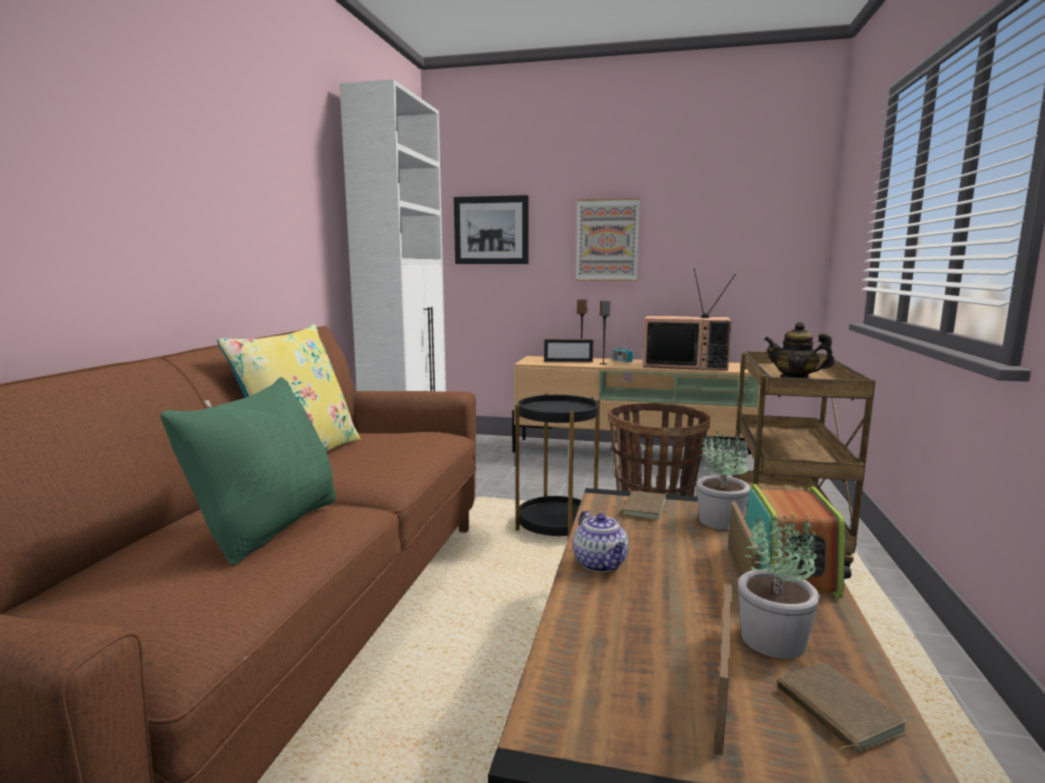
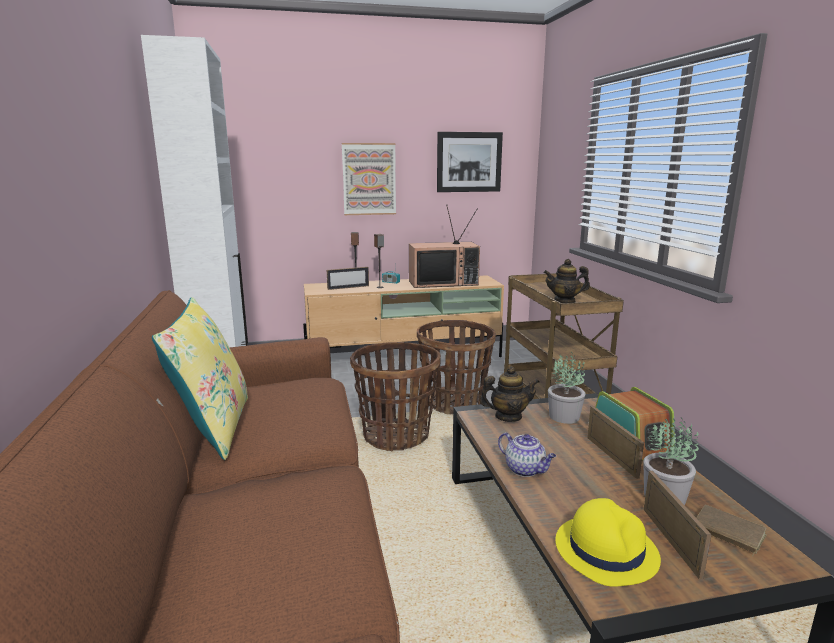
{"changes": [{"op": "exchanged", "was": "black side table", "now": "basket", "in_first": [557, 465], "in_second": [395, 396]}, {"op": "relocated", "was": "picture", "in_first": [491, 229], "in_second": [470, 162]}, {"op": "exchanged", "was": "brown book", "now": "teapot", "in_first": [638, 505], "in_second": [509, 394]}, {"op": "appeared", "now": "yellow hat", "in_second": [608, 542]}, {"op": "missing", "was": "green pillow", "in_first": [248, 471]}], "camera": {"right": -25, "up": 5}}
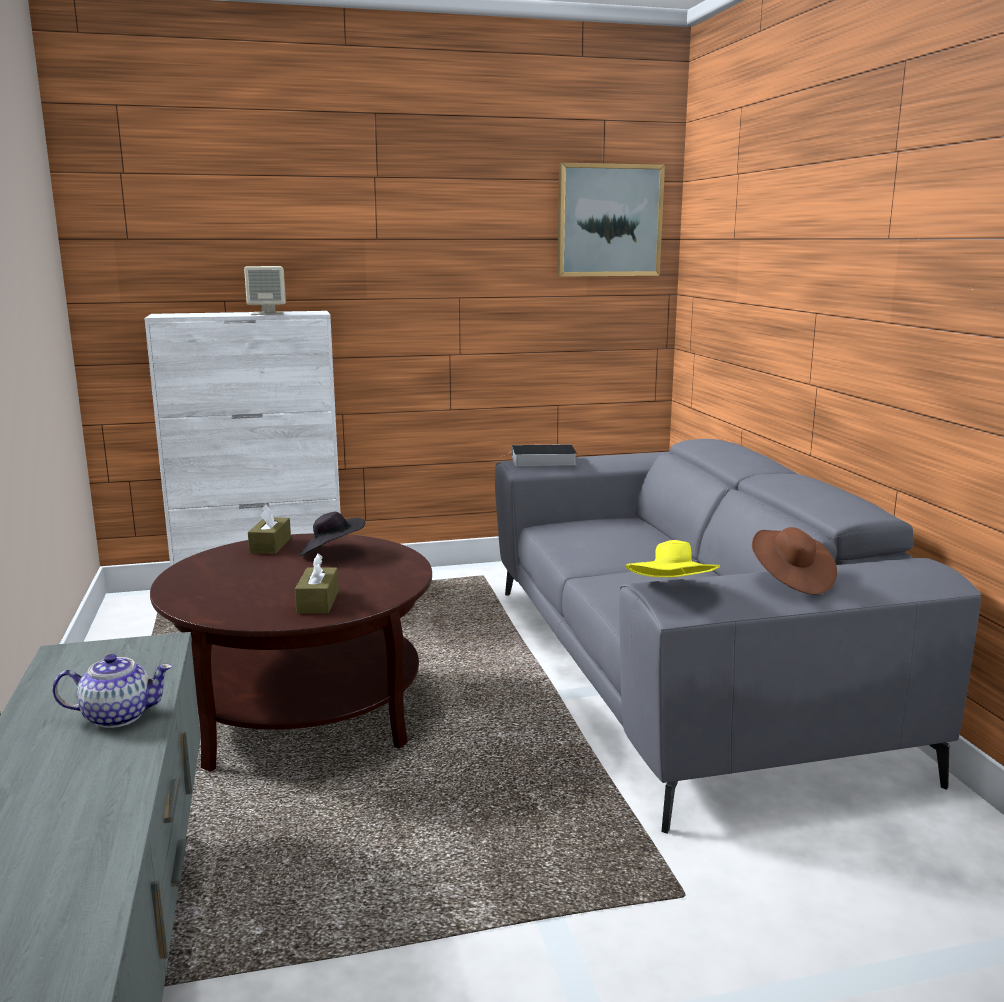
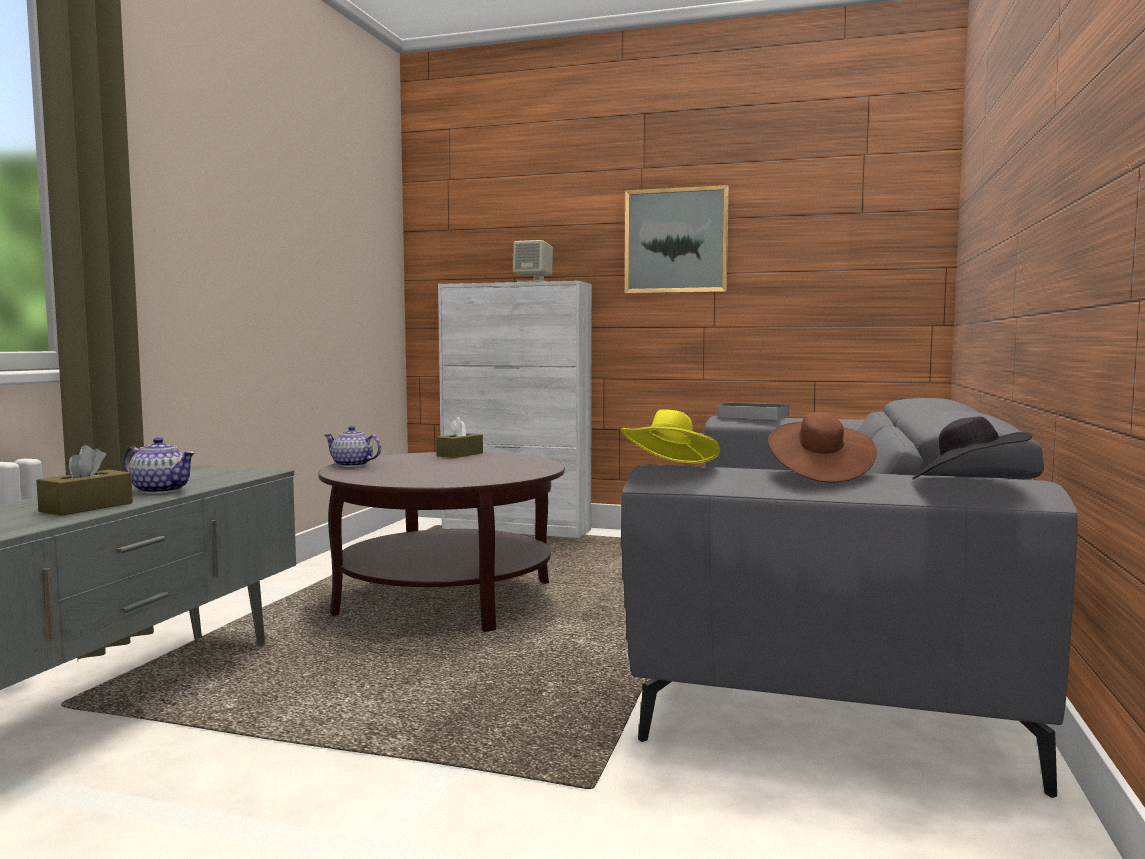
{"changes": [{"op": "relocated", "was": "brown tissue box", "in_first": [317, 583], "in_second": [84, 480]}, {"op": "appeared", "now": "teapot", "in_second": [352, 446]}, {"op": "relocated", "was": "picture", "in_first": [611, 220], "in_second": [677, 239]}, {"op": "relocated", "was": "black hat", "in_first": [332, 534], "in_second": [972, 448]}], "camera": {"right": 30, "up": -10}}
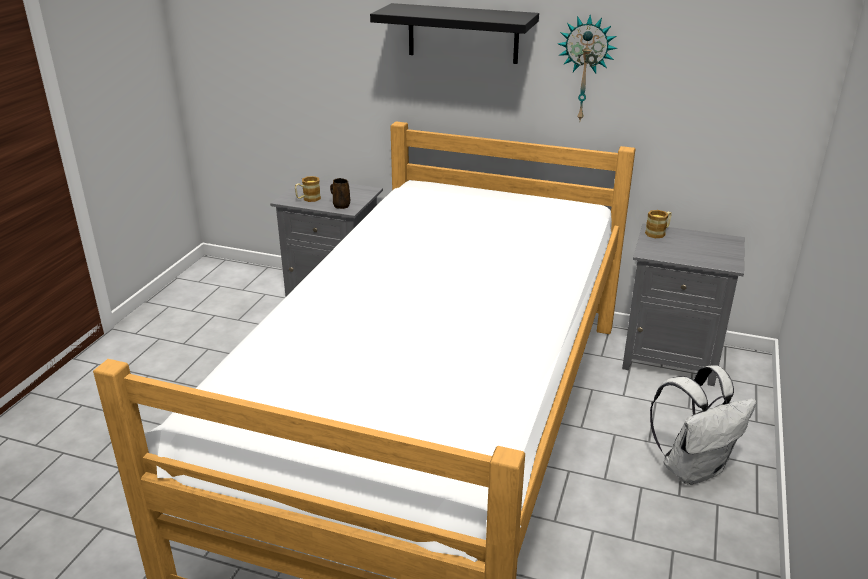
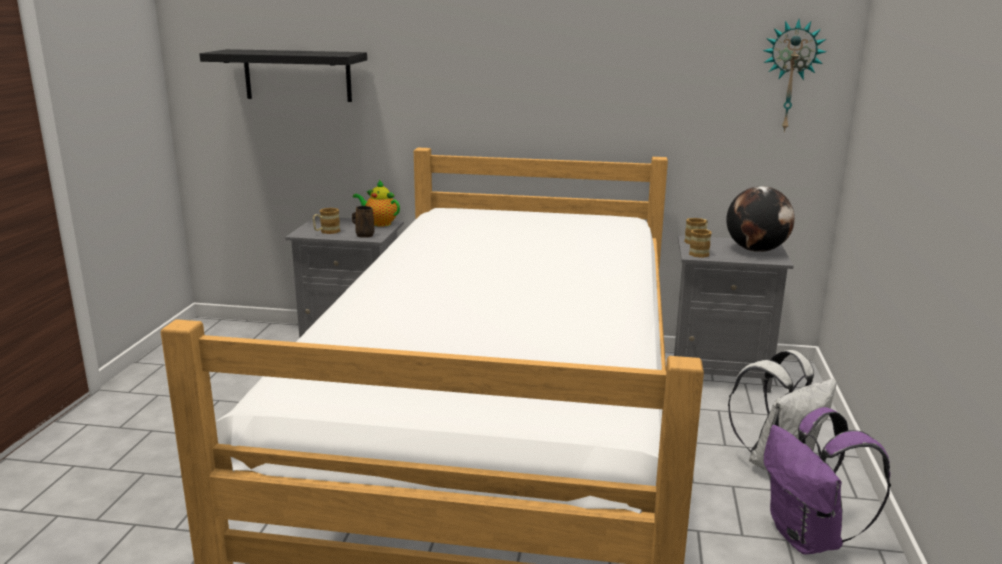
{"changes": [{"op": "relocated", "was": "black shelf", "in_first": [454, 33], "in_second": [283, 75]}, {"op": "appeared", "now": "teapot", "in_second": [376, 203]}, {"op": "appeared", "now": "mug", "in_second": [700, 243]}, {"op": "appeared", "now": "globe", "in_second": [760, 219]}, {"op": "relocated", "was": "wall clock", "in_first": [587, 69], "in_second": [794, 75]}, {"op": "appeared", "now": "purple backpack", "in_second": [827, 481]}], "camera": {"right": -10, "up": -10}}
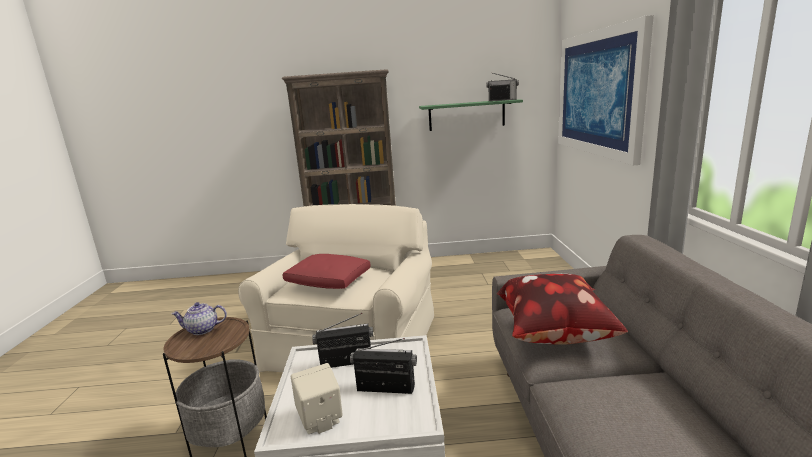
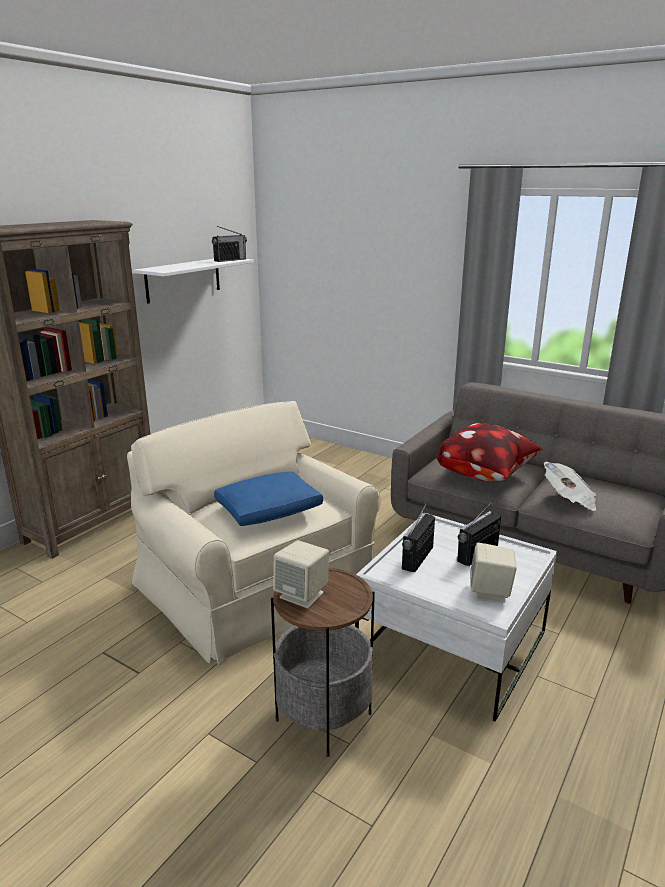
{"changes": [{"op": "colour", "was": "green shelf", "now": "white shelf", "in_first": [471, 115], "in_second": [193, 281]}, {"op": "colour", "was": "red pillow", "now": "blue pillow", "in_first": [326, 271], "in_second": [268, 498]}, {"op": "exchanged", "was": "teapot", "now": "beige speaker", "in_first": [199, 318], "in_second": [301, 574]}, {"op": "appeared", "now": "newspaper", "in_second": [570, 486]}, {"op": "missing", "was": "picture", "in_first": [606, 90]}], "camera": {"right": -55, "up": 5}}
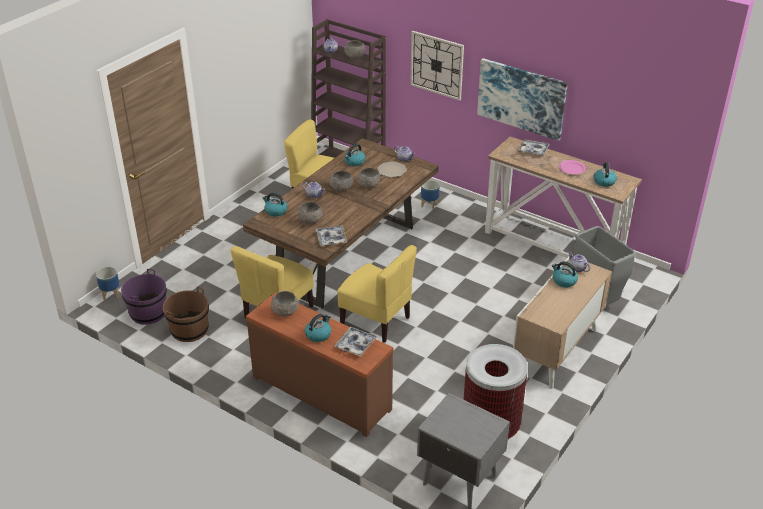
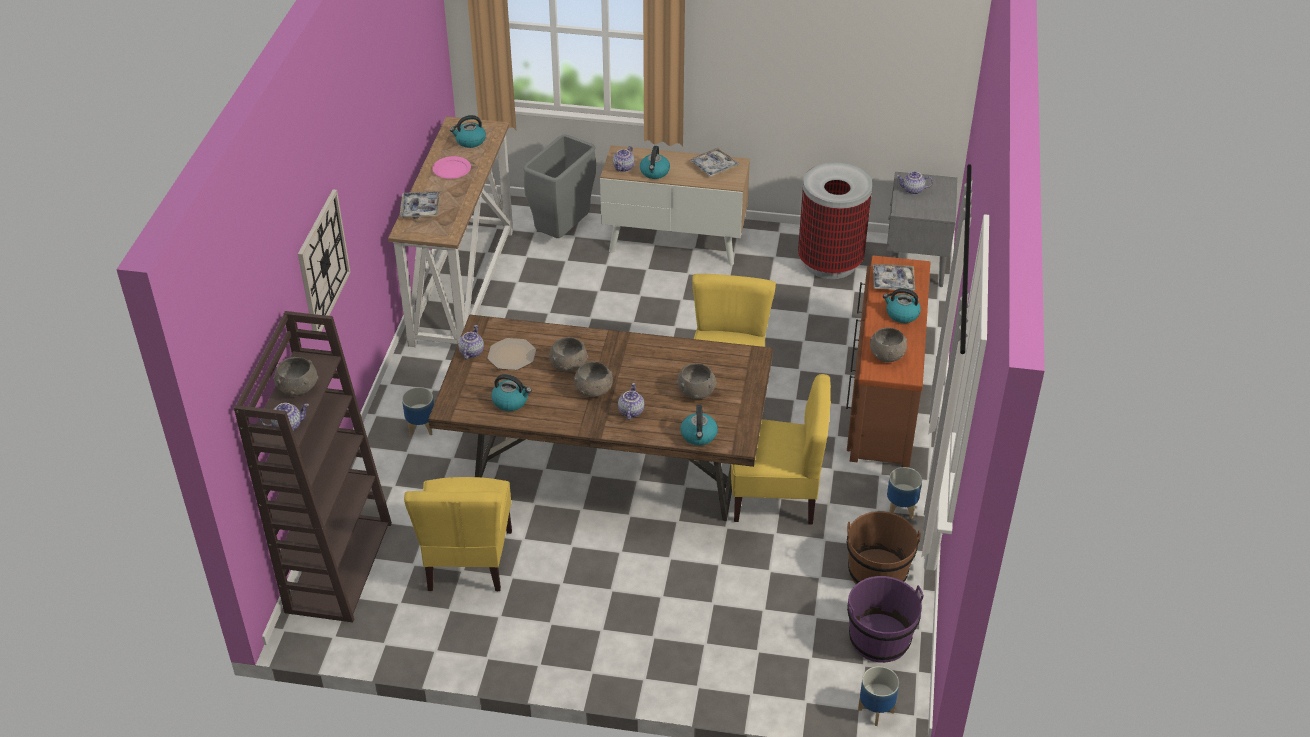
{"changes": [{"op": "relocated", "was": "tray", "in_first": [331, 235], "in_second": [714, 162]}, {"op": "appeared", "now": "planter", "in_second": [904, 493]}, {"op": "appeared", "now": "teapot", "in_second": [914, 183]}, {"op": "missing", "was": "picture", "in_first": [522, 99]}], "camera": {"right": -115, "up": 5}}
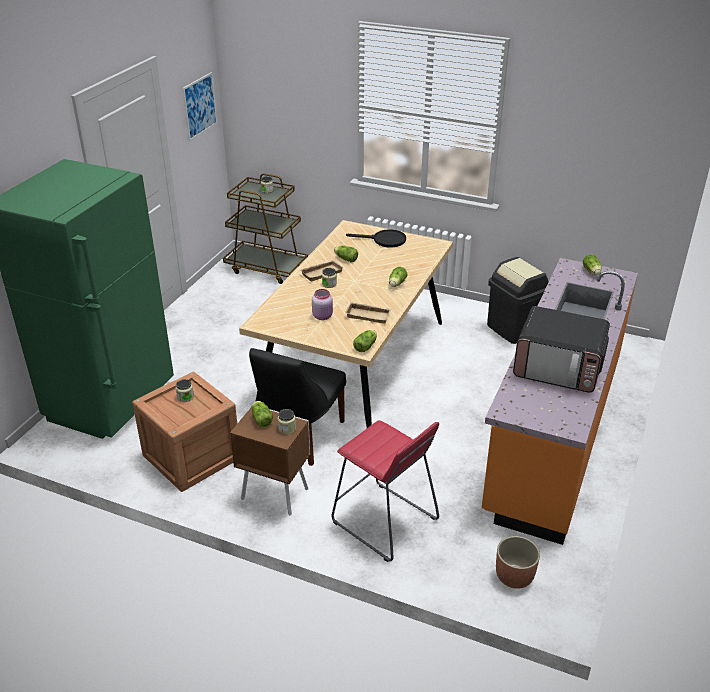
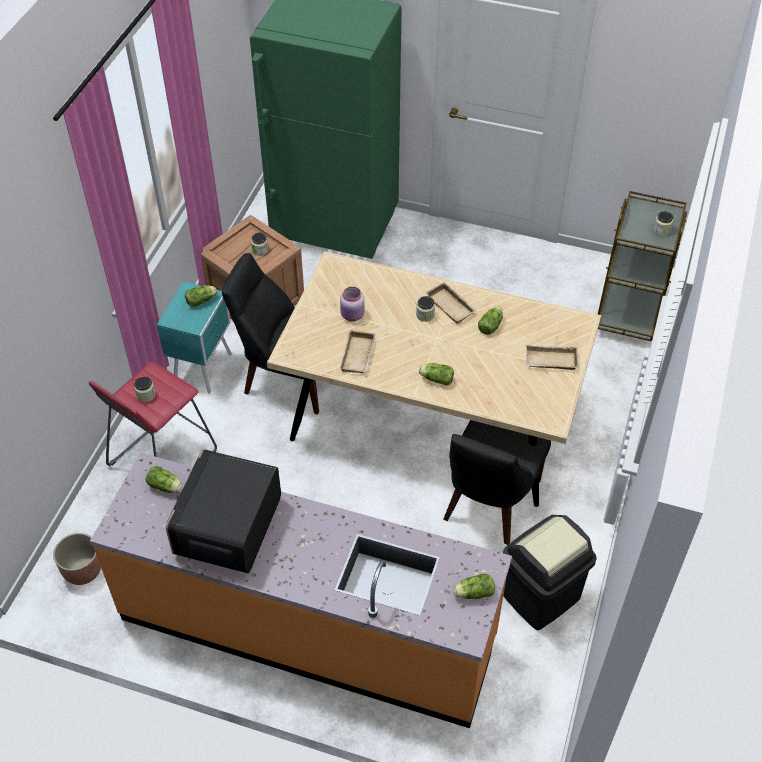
{"changes": [{"op": "relocated", "was": "jar", "in_first": [286, 421], "in_second": [145, 389]}, {"op": "relocated", "was": "lettuce", "in_first": [365, 341], "in_second": [164, 479]}, {"op": "colour", "was": "brown nightstand", "now": "turquoise nightstand", "in_first": [270, 460], "in_second": [194, 338]}, {"op": "appeared", "now": "black chair", "in_second": [497, 482]}, {"op": "exchanged", "was": "black frying pan", "now": "beige tray", "in_first": [376, 238], "in_second": [552, 357]}, {"op": "missing", "was": "picture", "in_first": [199, 106]}], "camera": {"right": 85, "up": 15}}
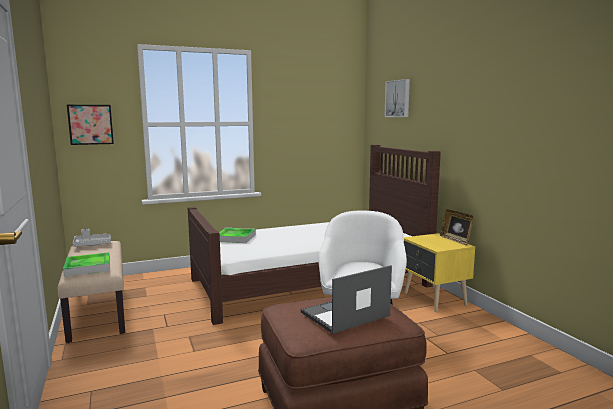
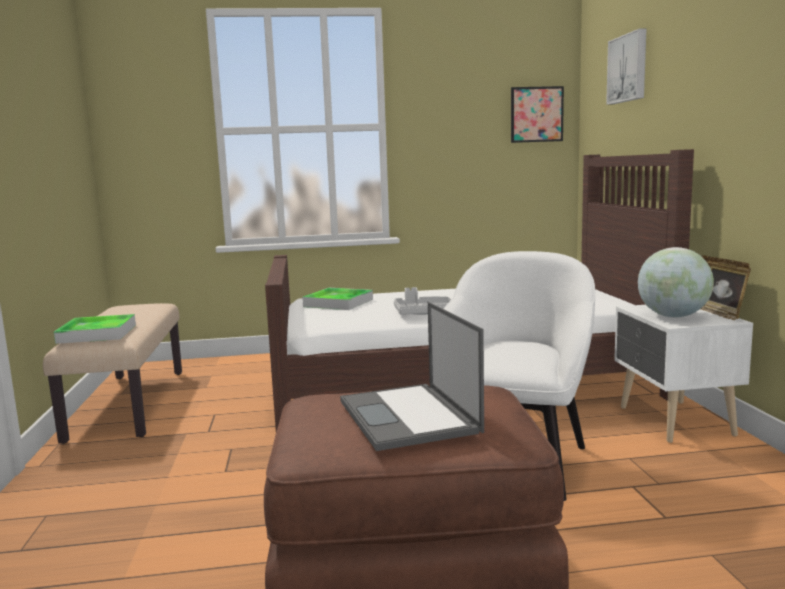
{"changes": [{"op": "spun", "was": "laptop", "in_first": [346, 299], "in_second": [412, 376], "clockwise": -90}, {"op": "relocated", "was": "grey tray", "in_first": [91, 238], "in_second": [422, 301]}, {"op": "relocated", "was": "picture", "in_first": [90, 125], "in_second": [537, 114]}, {"op": "colour", "was": "yellow nightstand", "now": "white nightstand", "in_first": [439, 272], "in_second": [683, 374]}, {"op": "appeared", "now": "globe", "in_second": [676, 282]}], "camera": {"right": 15, "up": 0}}
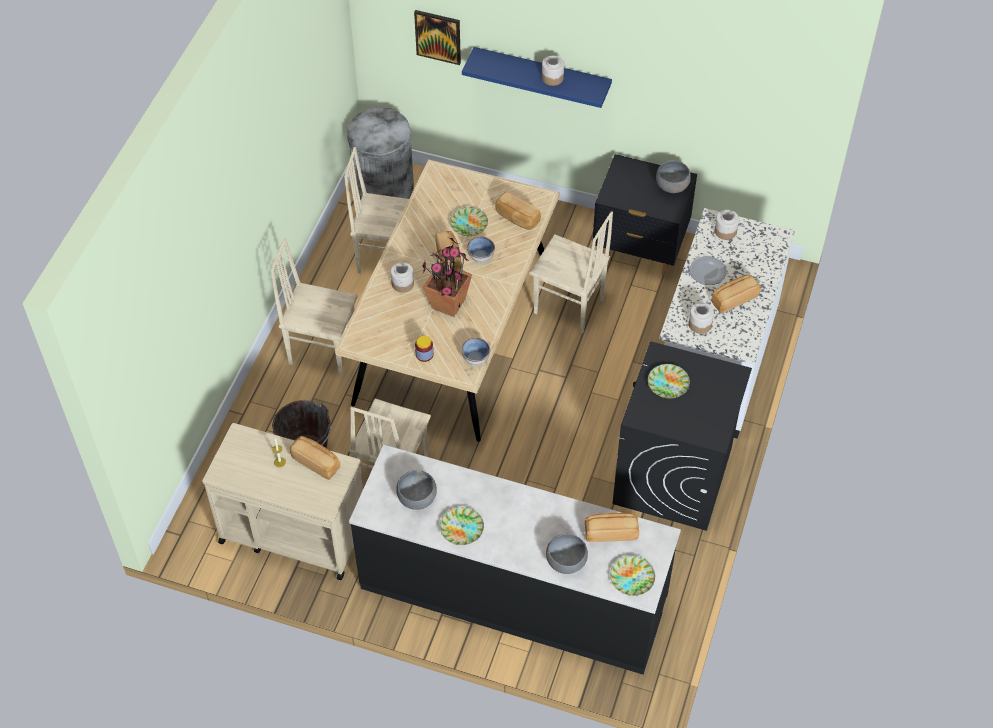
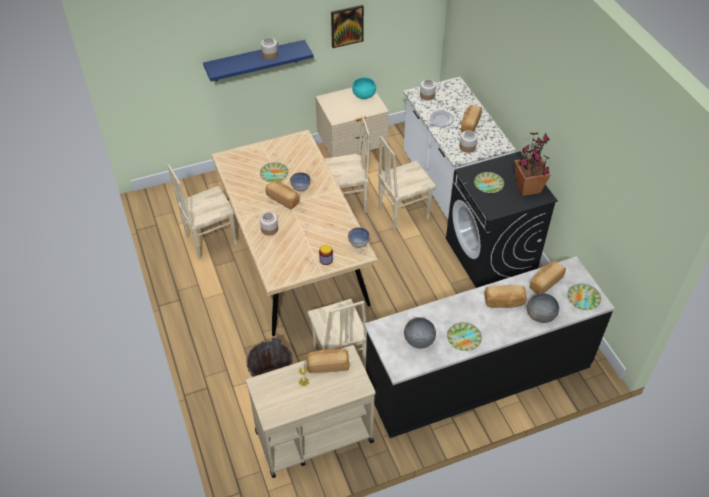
{"changes": [{"op": "colour", "was": "black nightstand", "now": "beige nightstand", "in_first": [644, 214], "in_second": [352, 123]}, {"op": "relocated", "was": "picture", "in_first": [437, 37], "in_second": [347, 26]}, {"op": "colour", "was": "grey bowl", "now": "turquoise bowl", "in_first": [673, 176], "in_second": [364, 88]}, {"op": "relocated", "was": "beige chair", "in_first": [314, 307], "in_second": [407, 183]}, {"op": "relocated", "was": "bread", "in_first": [518, 210], "in_second": [505, 296]}, {"op": "relocated", "was": "potted plant", "in_first": [447, 277], "in_second": [533, 164]}, {"op": "missing", "was": "grey trash can", "in_first": [380, 154]}], "camera": {"right": -40, "up": -5}}
